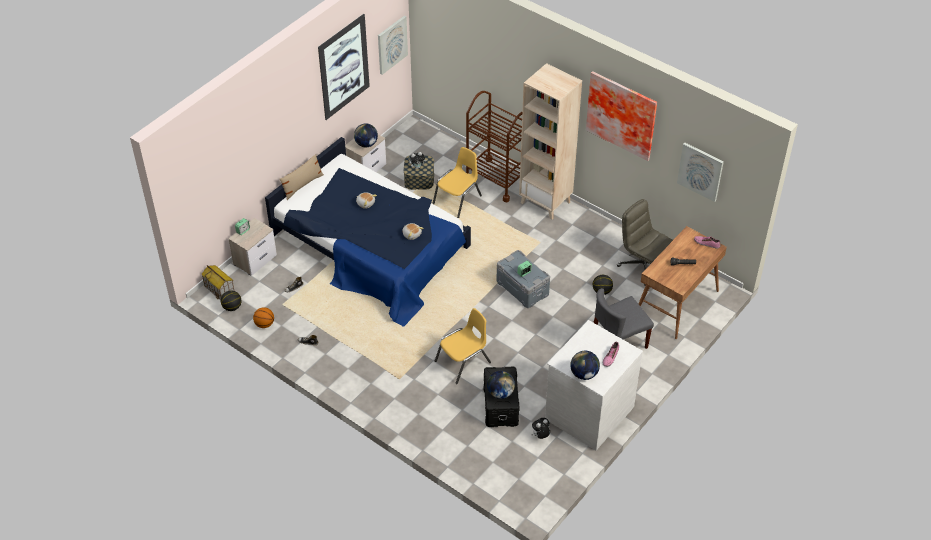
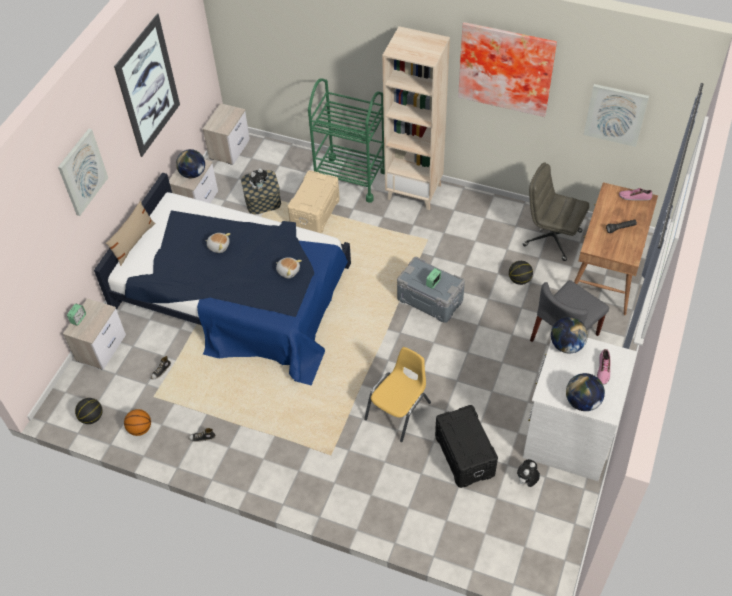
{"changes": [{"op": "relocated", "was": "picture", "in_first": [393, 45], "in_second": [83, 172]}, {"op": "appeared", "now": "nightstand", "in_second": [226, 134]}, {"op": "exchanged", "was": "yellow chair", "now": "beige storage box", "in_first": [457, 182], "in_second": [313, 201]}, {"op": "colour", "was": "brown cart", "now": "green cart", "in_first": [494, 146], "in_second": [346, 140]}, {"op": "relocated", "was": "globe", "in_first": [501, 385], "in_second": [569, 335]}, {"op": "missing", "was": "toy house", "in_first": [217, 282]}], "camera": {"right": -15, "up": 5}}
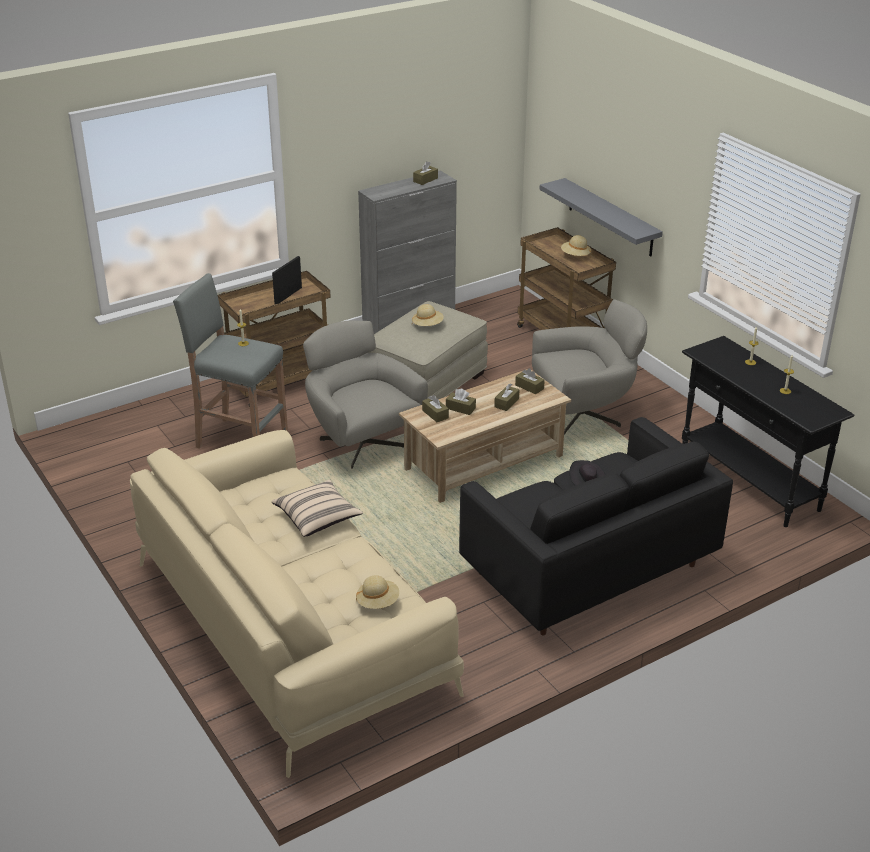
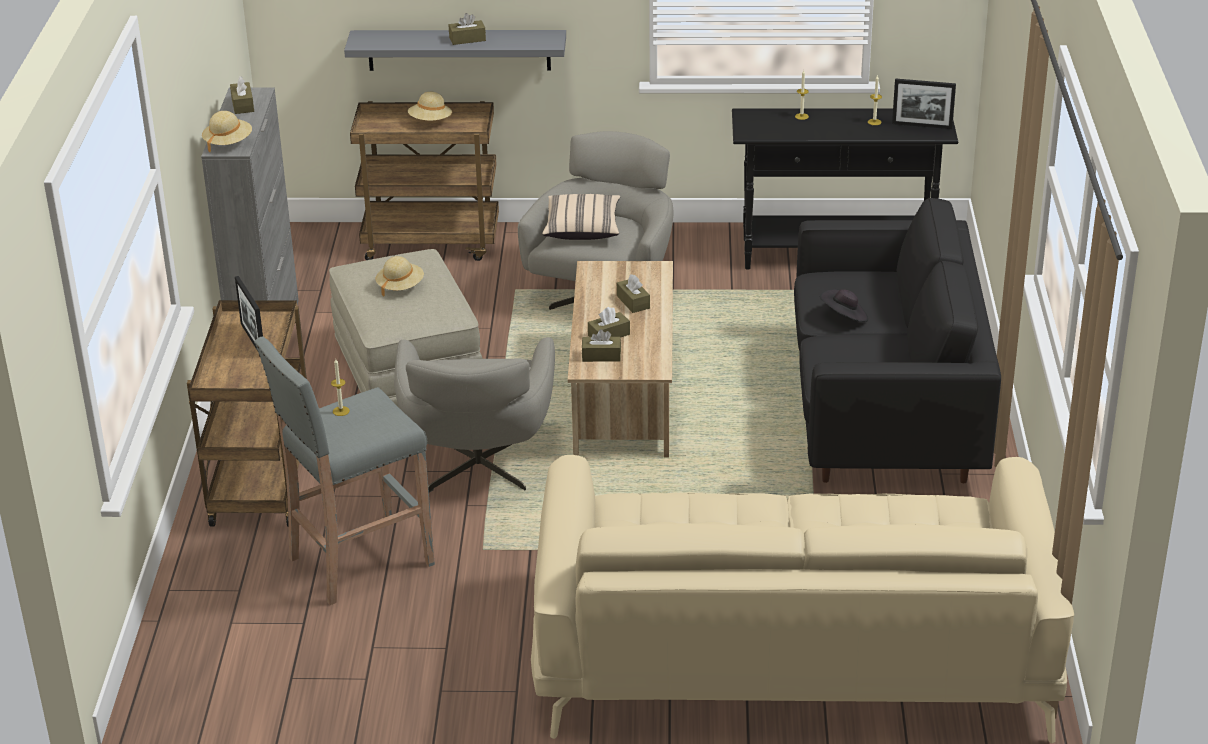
{"changes": [{"op": "relocated", "was": "beige hat", "in_first": [377, 592], "in_second": [227, 131]}, {"op": "spun", "was": "grey armchair", "in_first": [365, 395], "in_second": [474, 415], "clockwise": -90}, {"op": "relocated", "was": "brown tissue box", "in_first": [530, 381], "in_second": [467, 29]}, {"op": "relocated", "was": "beige pillow", "in_first": [317, 508], "in_second": [581, 217]}, {"op": "appeared", "now": "picture frame", "in_second": [924, 103]}], "camera": {"right": -55, "up": 0}}
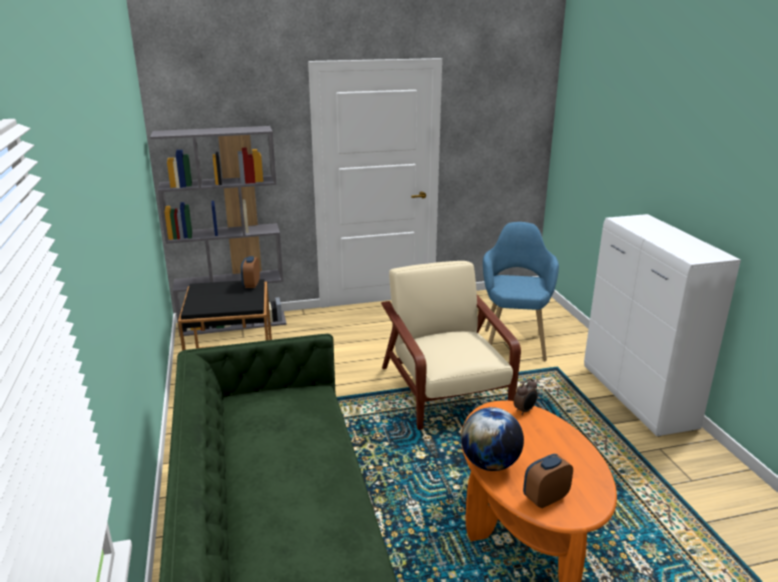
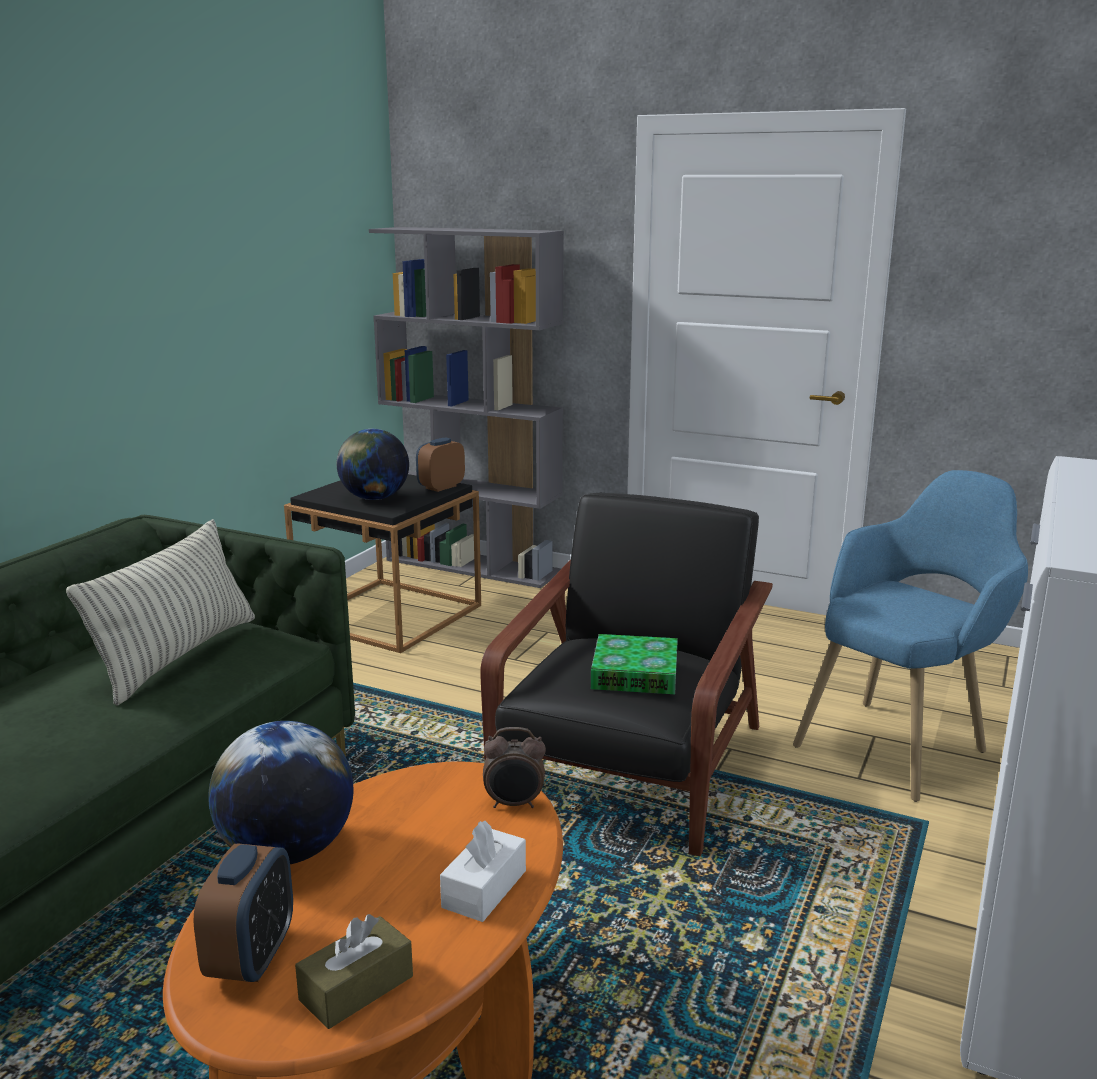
{"changes": [{"op": "appeared", "now": "pillow", "in_second": [160, 612]}, {"op": "spun", "was": "alarm clock", "in_first": [548, 481], "in_second": [243, 913], "clockwise": 90}, {"op": "appeared", "now": "brown tissue box", "in_second": [354, 971]}, {"op": "appeared", "now": "globe", "in_second": [373, 464]}, {"op": "appeared", "now": "white tissue box", "in_second": [483, 871]}, {"op": "colour", "was": "beige armchair", "now": "black armchair", "in_first": [451, 345], "in_second": [626, 675]}, {"op": "appeared", "now": "book", "in_second": [634, 664]}], "camera": {"right": 40, "up": -5}}
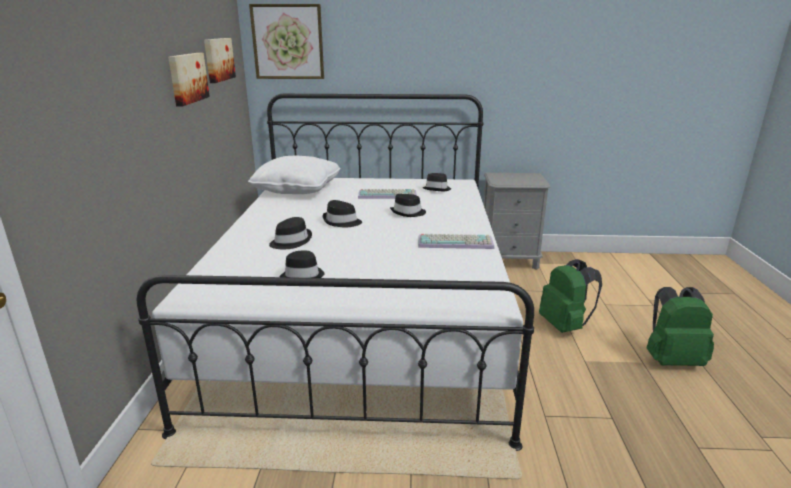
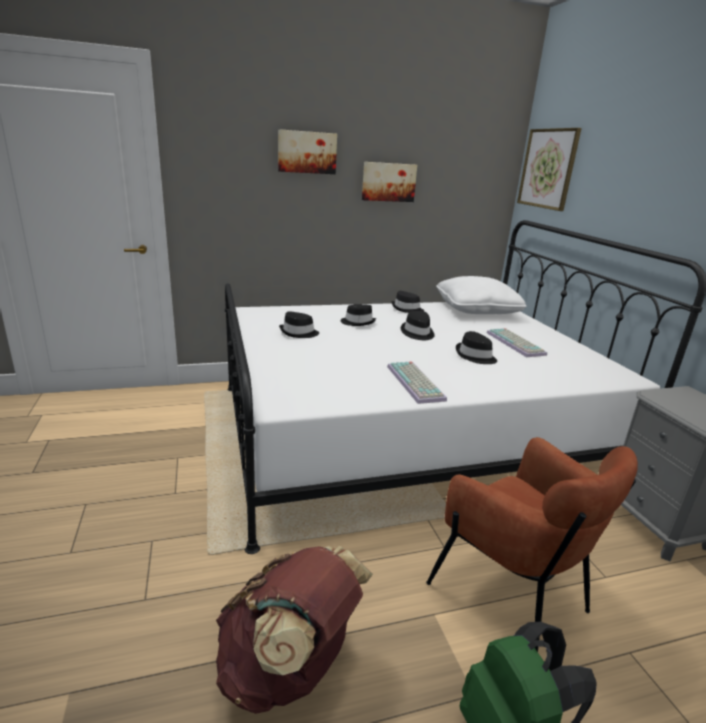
{"changes": [{"op": "appeared", "now": "brown backpack", "in_second": [294, 630]}, {"op": "relocated", "was": "picture", "in_first": [220, 60], "in_second": [307, 151]}, {"op": "relocated", "was": "black hat", "in_first": [436, 182], "in_second": [408, 302]}, {"op": "exchanged", "was": "green backpack", "now": "brown armchair", "in_first": [570, 296], "in_second": [532, 544]}], "camera": {"right": 70, "up": 0}}
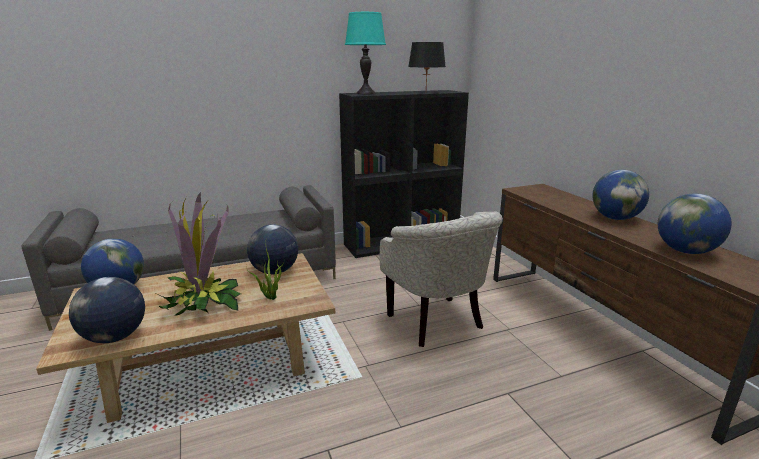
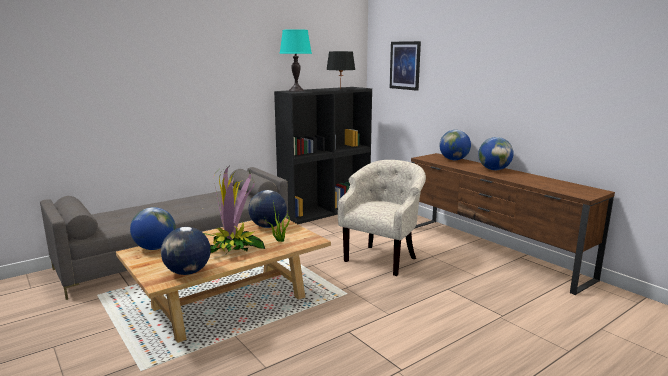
{"changes": [{"op": "spun", "was": "beige armchair", "in_first": [441, 279], "in_second": [382, 218], "clockwise": -105}, {"op": "appeared", "now": "picture", "in_second": [405, 66]}, {"op": "relocated", "was": "globe", "in_first": [695, 223], "in_second": [455, 145]}], "camera": {"right": -15, "up": -5}}
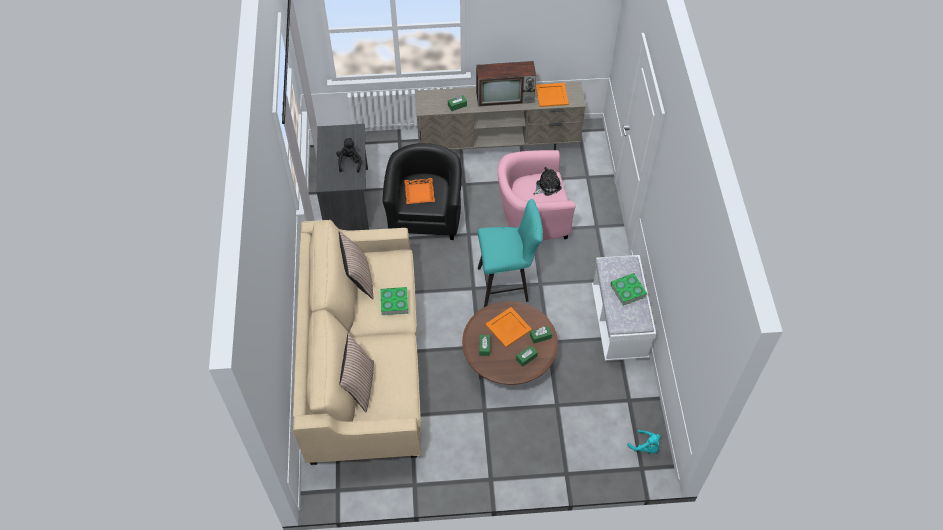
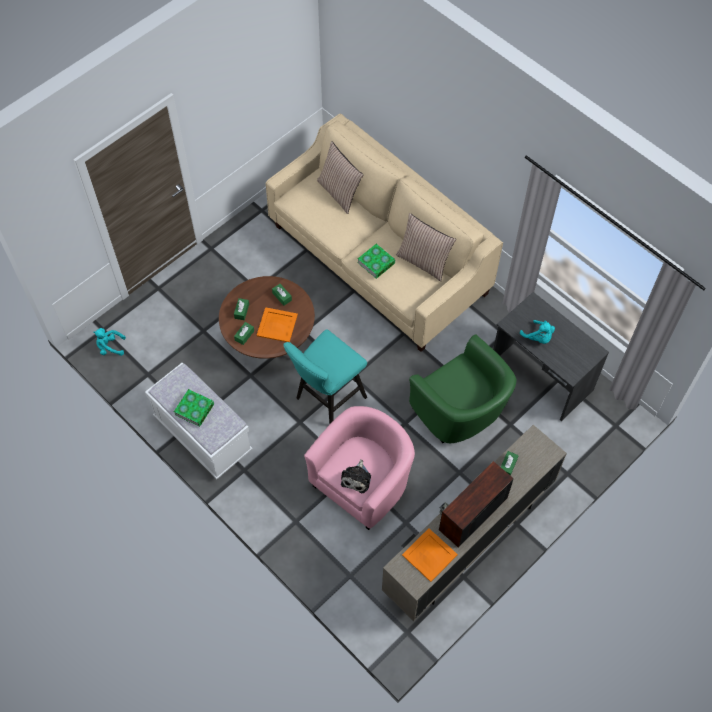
{"changes": [{"op": "colour", "was": "black armchair", "now": "green armchair", "in_first": [422, 191], "in_second": [462, 388]}, {"op": "colour", "was": "black plush toy", "now": "turquoise plush toy", "in_first": [349, 155], "in_second": [537, 332]}, {"op": "missing", "was": "orange tray", "in_first": [419, 191]}], "camera": {"right": 140, "up": 5}}
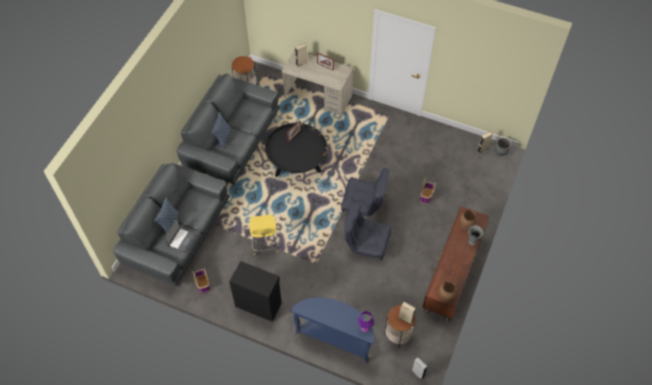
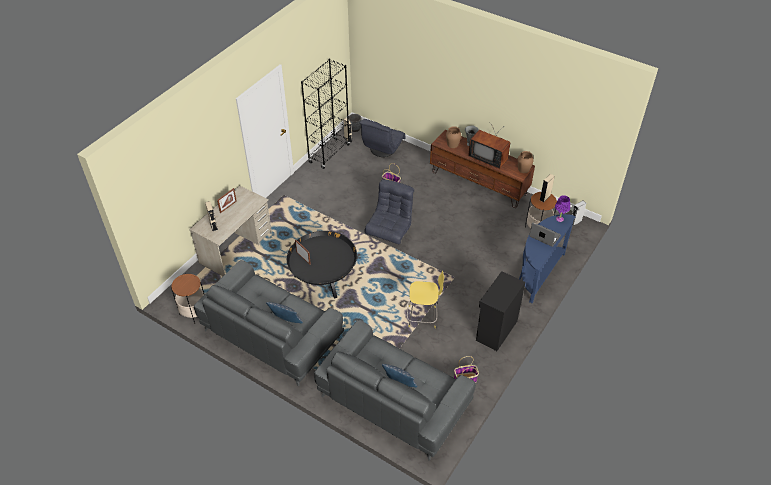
{"changes": [{"op": "appeared", "now": "black bookcase", "in_second": [325, 114]}, {"op": "relocated", "was": "grey armchair", "in_first": [367, 230], "in_second": [382, 138]}, {"op": "appeared", "now": "television", "in_second": [489, 145]}, {"op": "relocated", "was": "laptop", "in_first": [179, 235], "in_second": [545, 234]}], "camera": {"right": -80, "up": -10}}
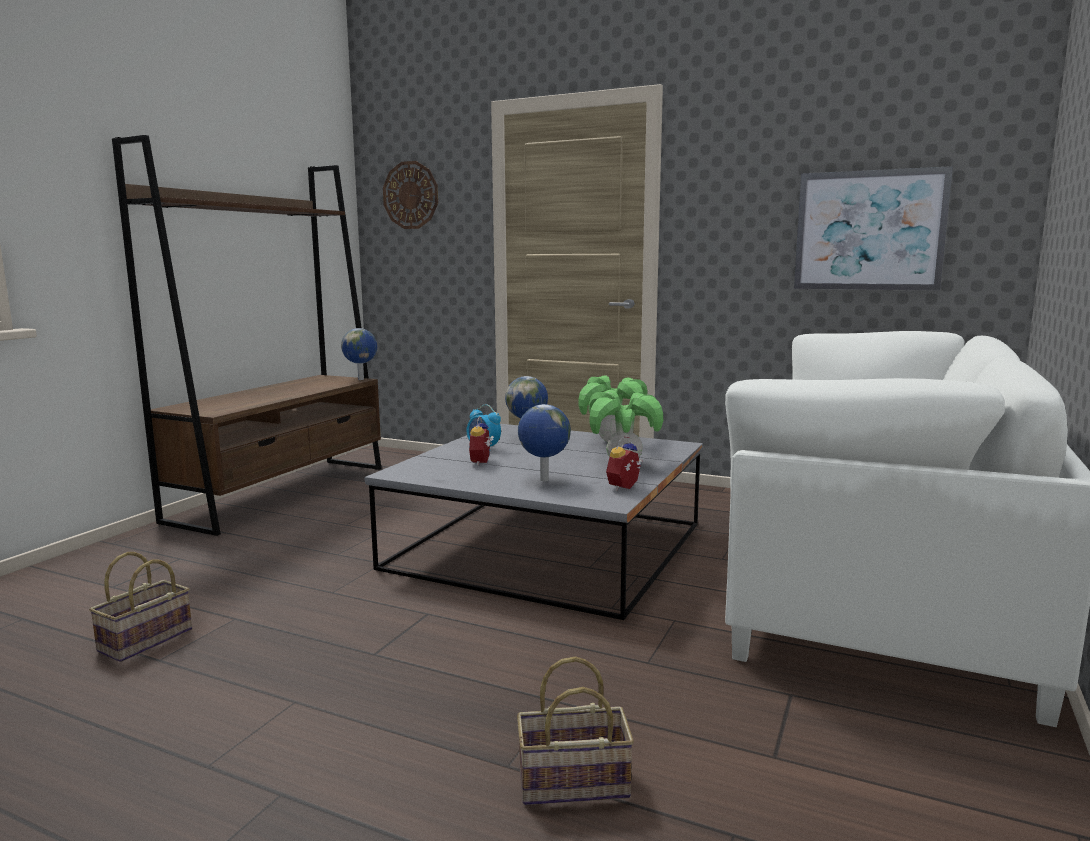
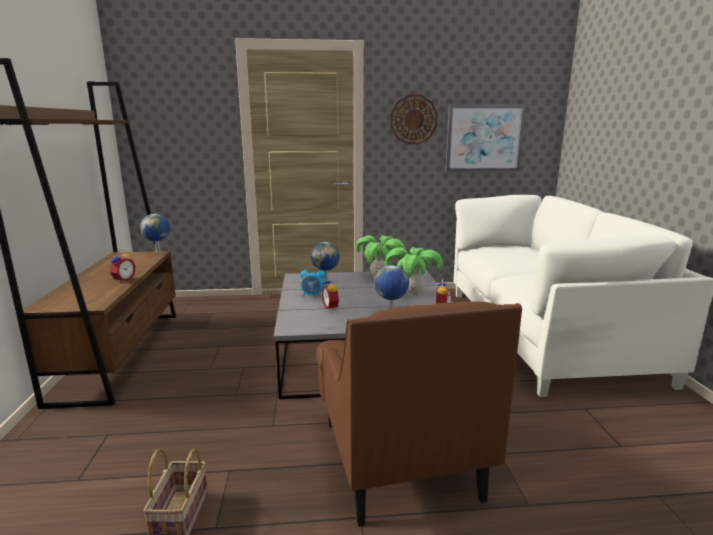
{"changes": [{"op": "appeared", "now": "alarm clock", "in_second": [123, 266]}, {"op": "appeared", "now": "brown armchair", "in_second": [419, 414]}, {"op": "relocated", "was": "wall clock", "in_first": [410, 195], "in_second": [414, 120]}, {"op": "missing", "was": "basket", "in_first": [575, 731]}], "camera": {"right": -30, "up": 5}}
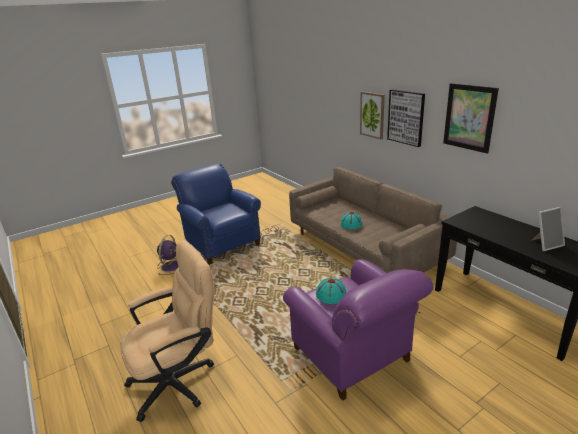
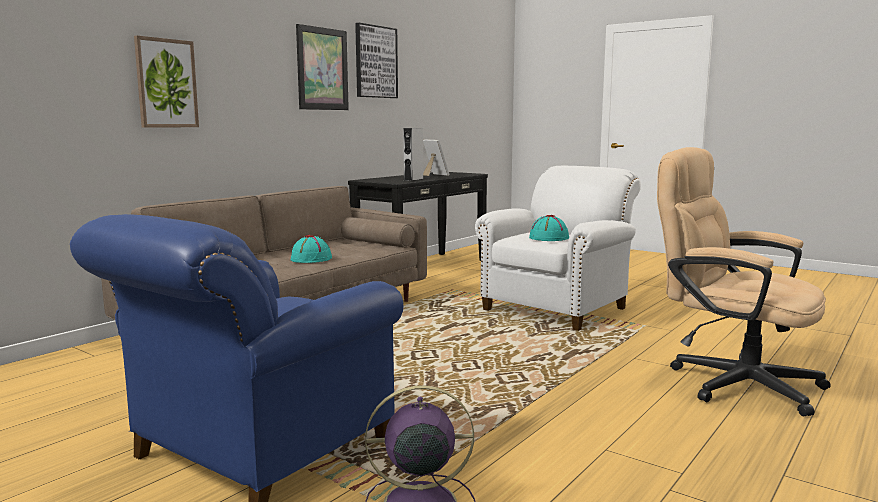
{"changes": [{"op": "relocated", "was": "picture", "in_first": [406, 118], "in_second": [376, 60]}, {"op": "appeared", "now": "grey speaker", "in_second": [413, 154]}, {"op": "colour", "was": "purple armchair", "now": "white armchair", "in_first": [358, 330], "in_second": [558, 248]}], "camera": {"right": -110, "up": -15}}
